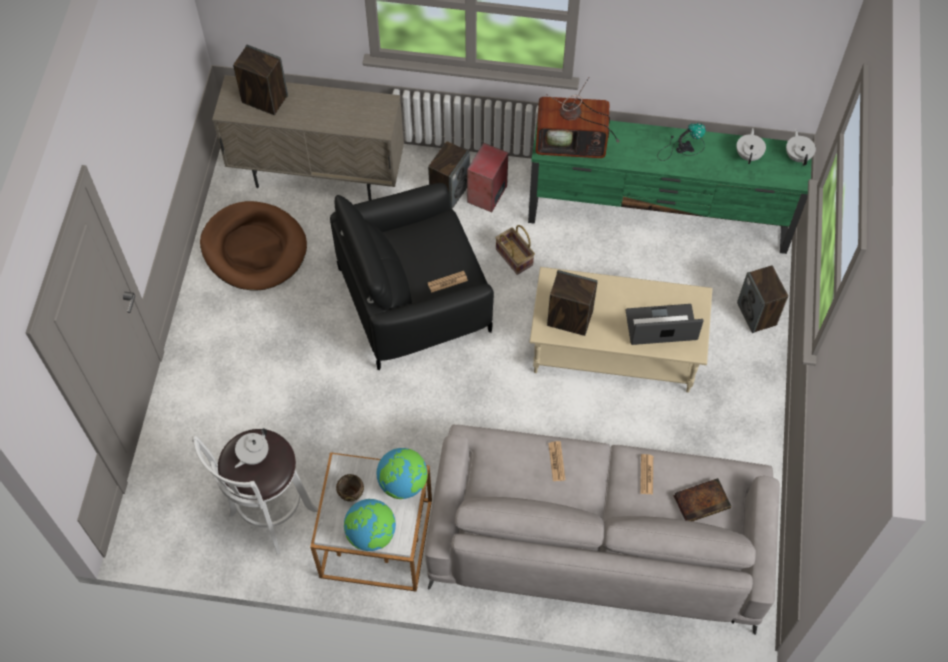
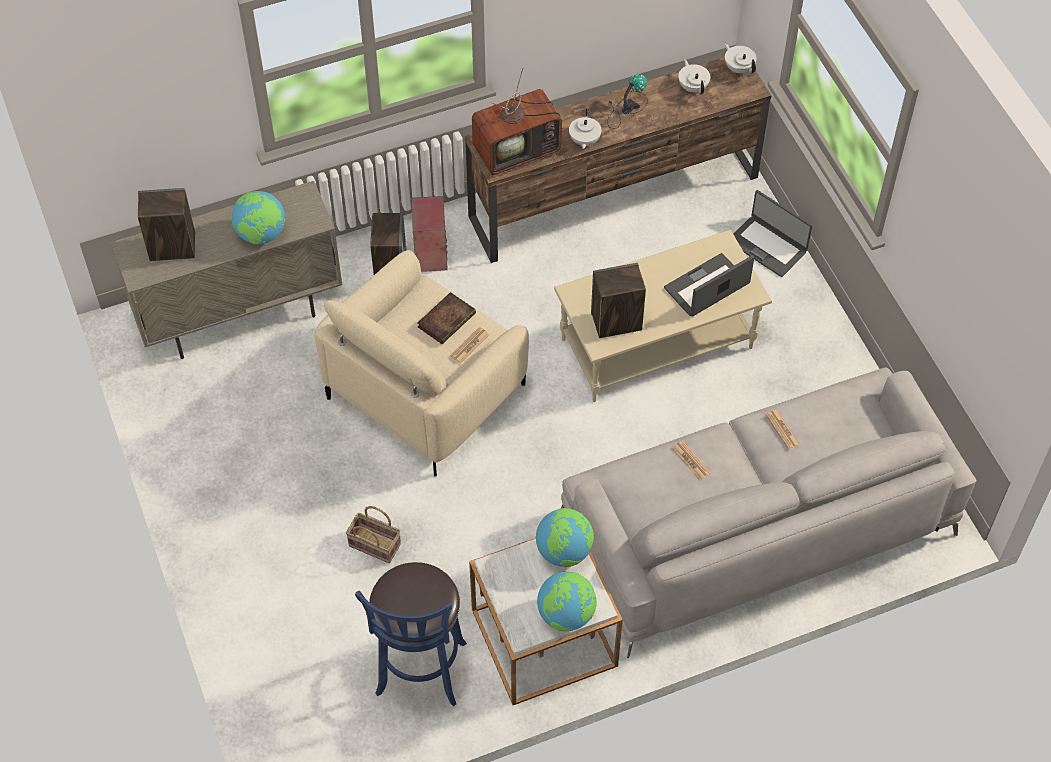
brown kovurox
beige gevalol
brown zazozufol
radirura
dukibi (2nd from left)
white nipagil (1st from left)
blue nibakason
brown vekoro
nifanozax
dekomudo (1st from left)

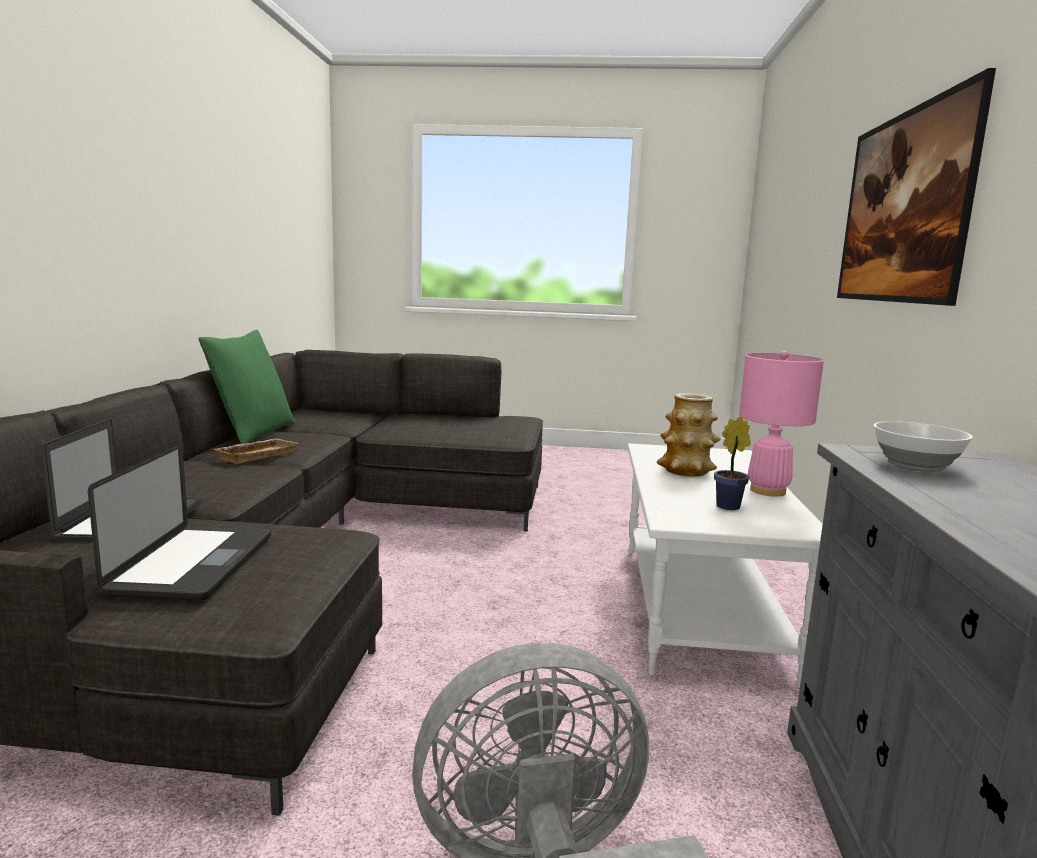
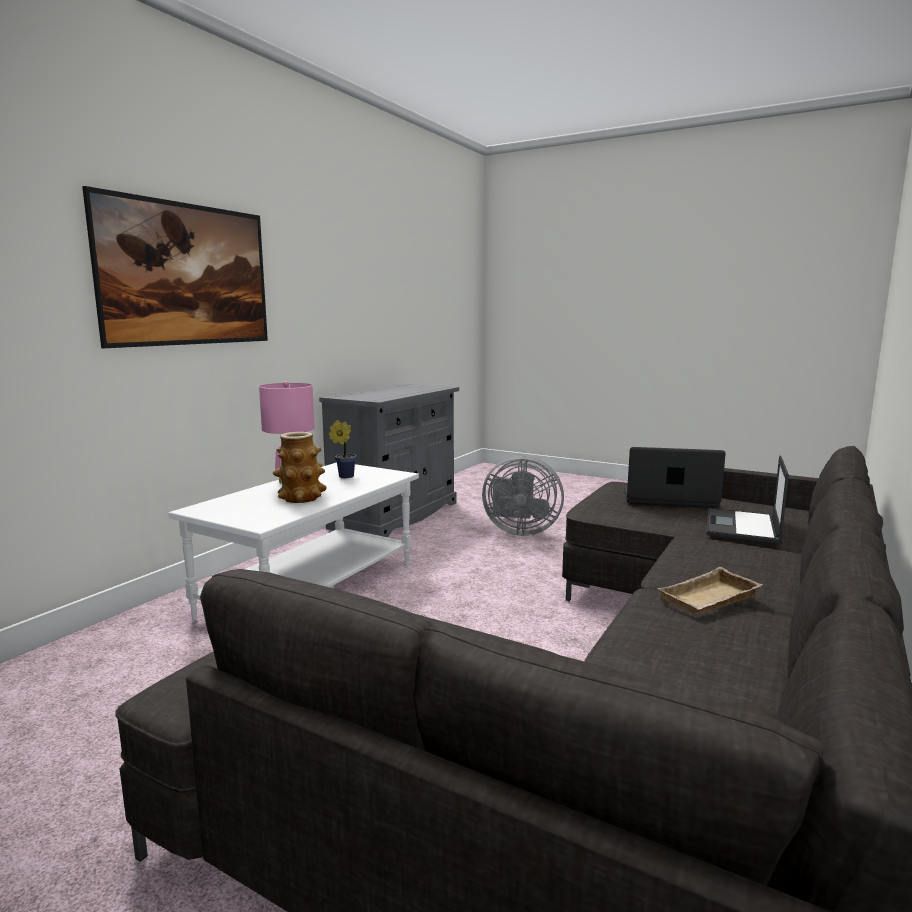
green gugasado
vekoro
dukibi (1st from left)

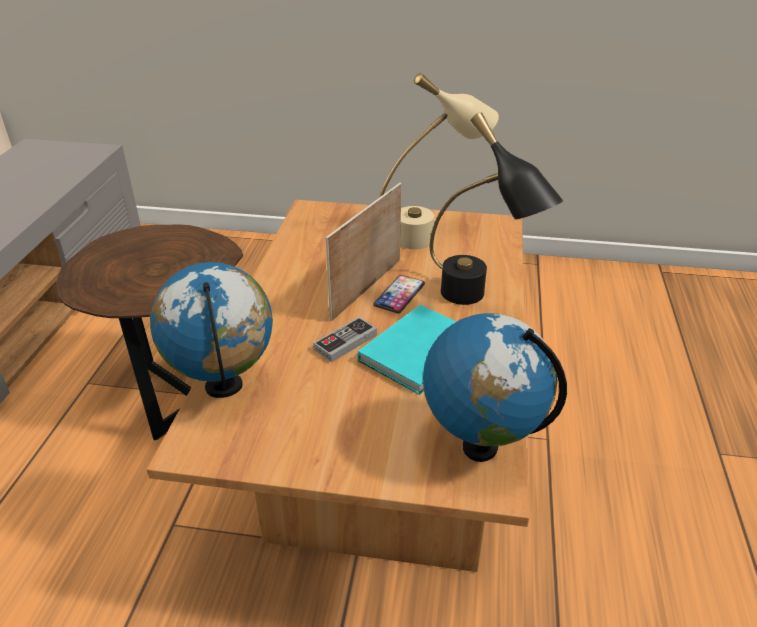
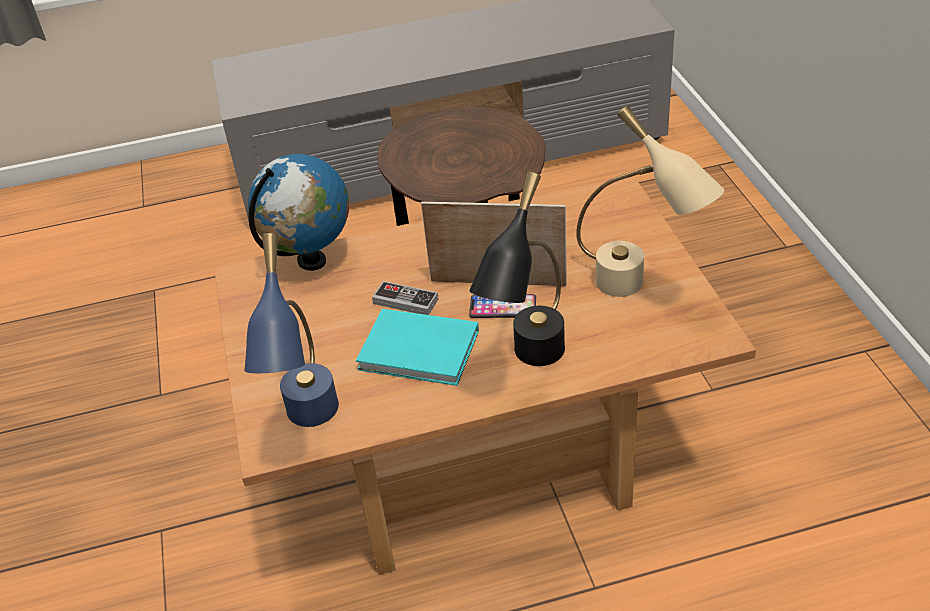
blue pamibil

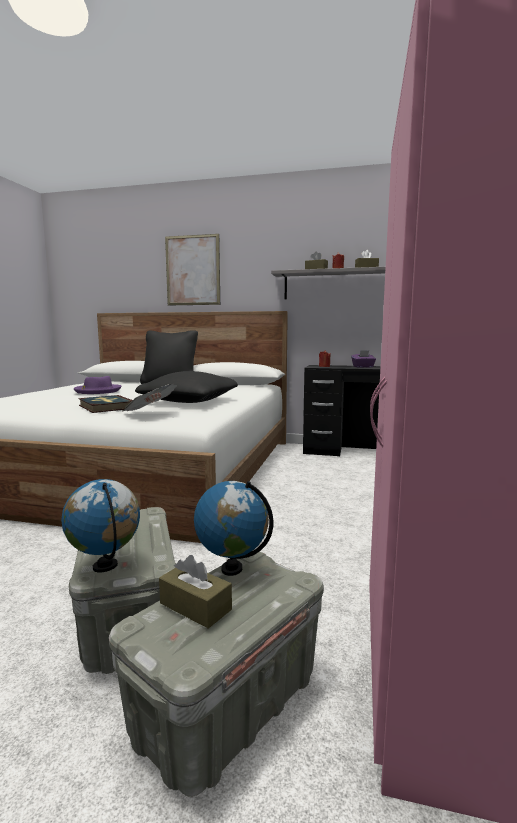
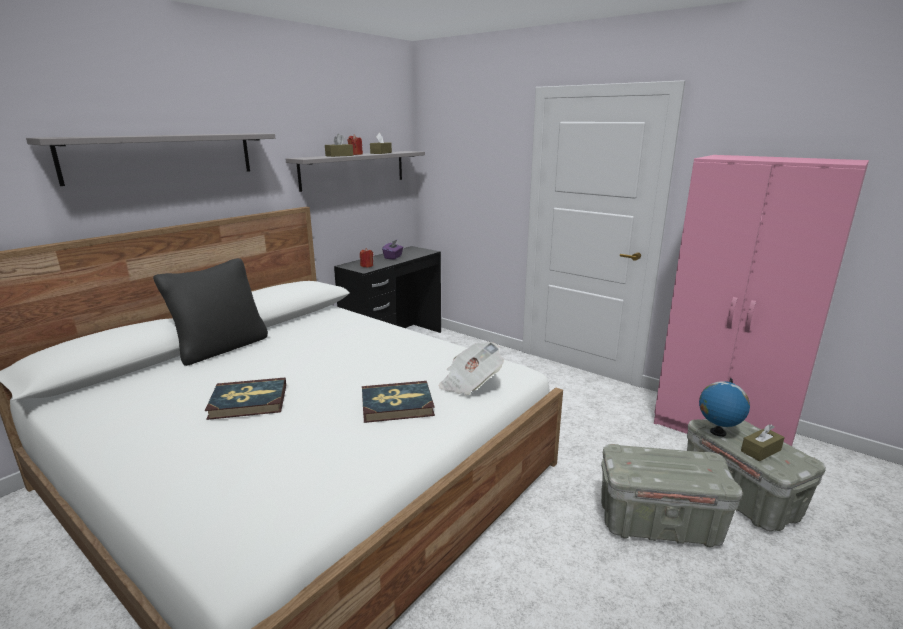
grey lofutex (1st from left)
black gugasado (2nd from left in the first image)
nifanozax (1st from left)
dekomudo (1st from left in the first image)

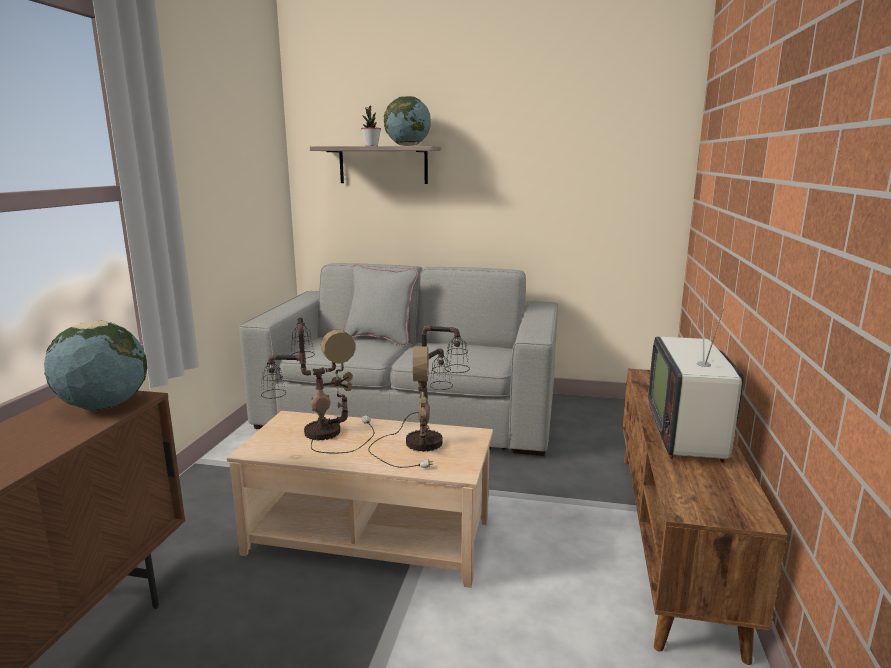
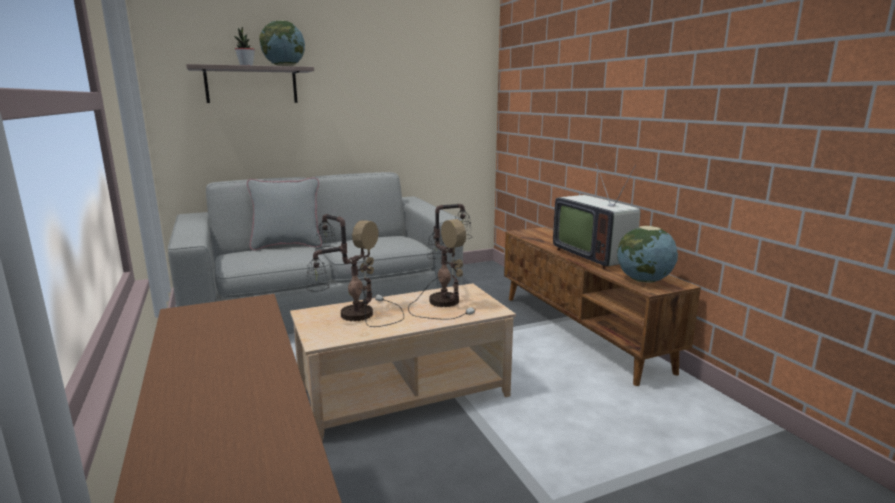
dekomudo (2nd from left)

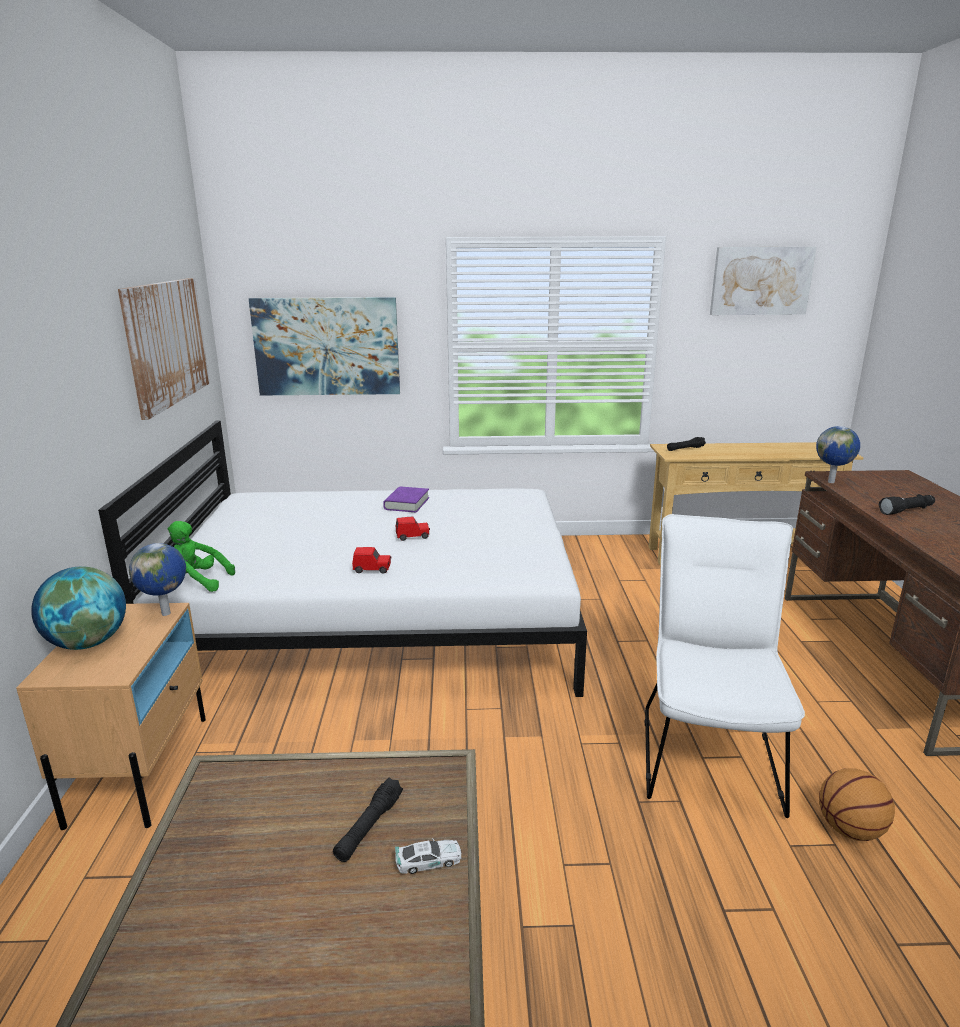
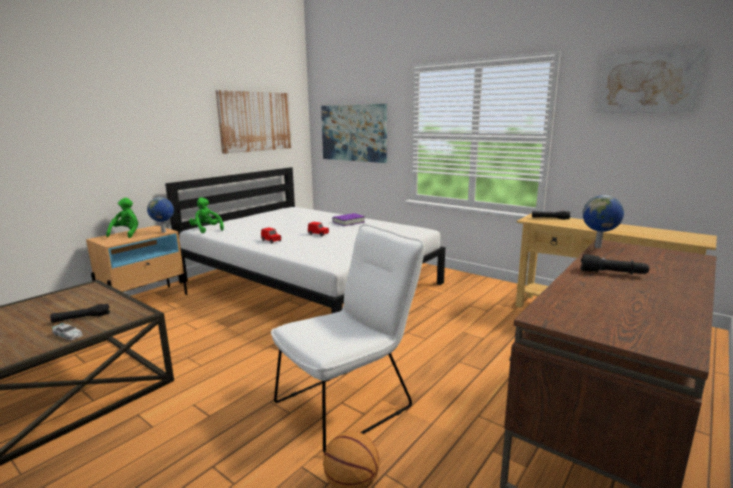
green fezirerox (1st from left)

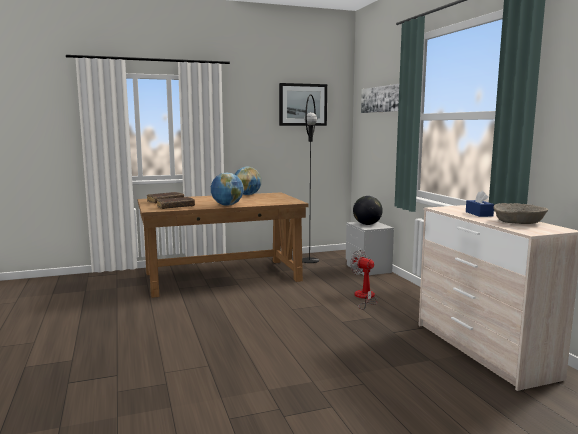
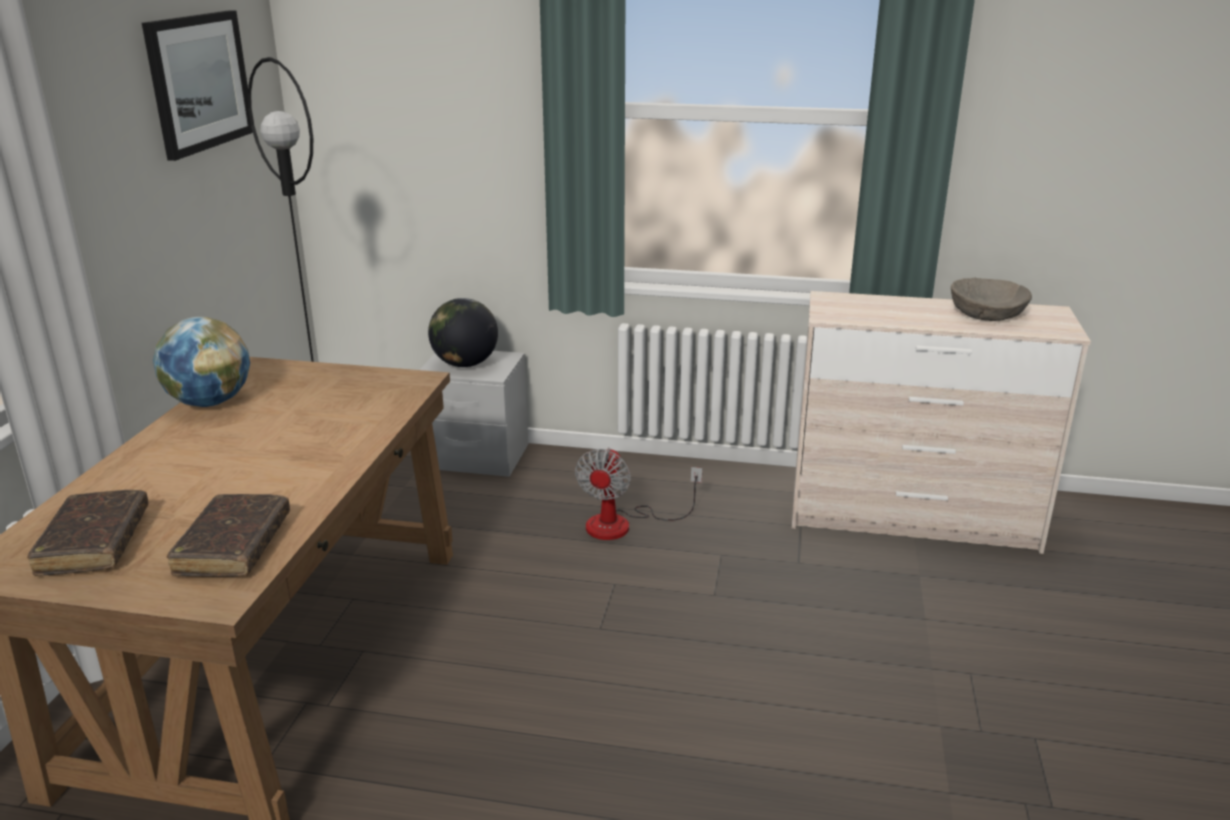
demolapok (2nd from left in the first image)
dekomudo (1st from left in the first image)
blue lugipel
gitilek

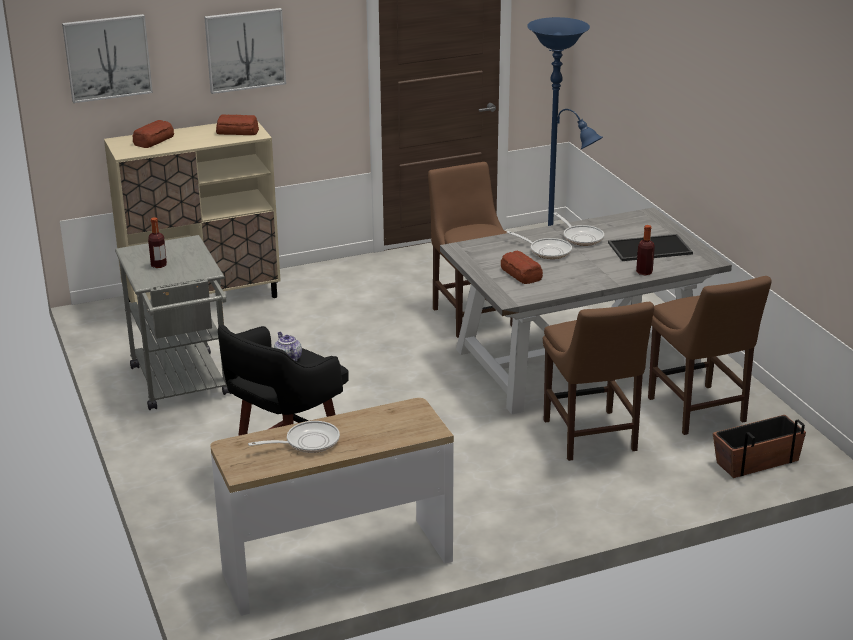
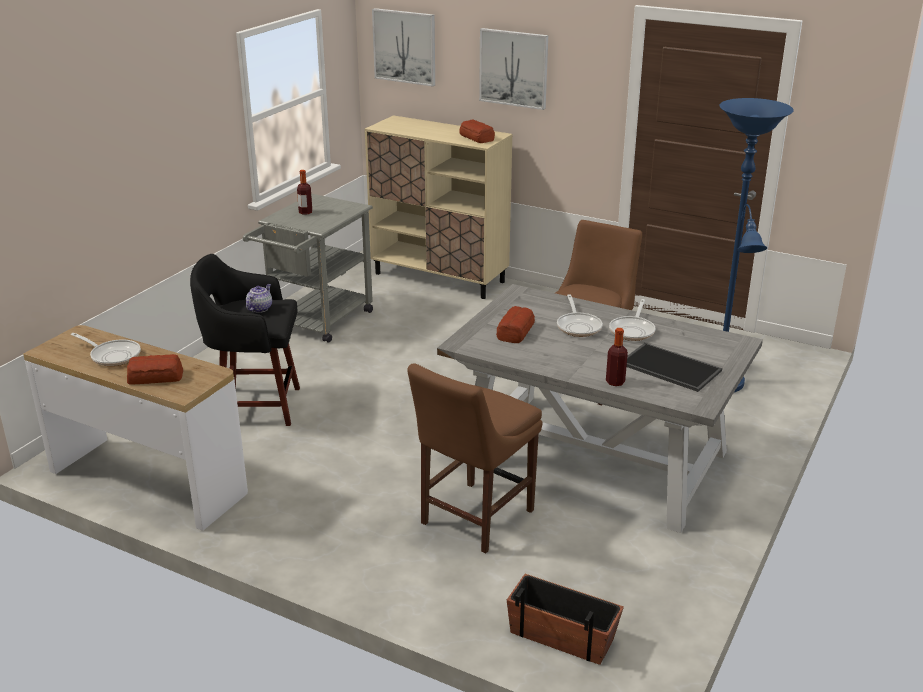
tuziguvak (1st from left)
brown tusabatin (3rd from left in the first image)

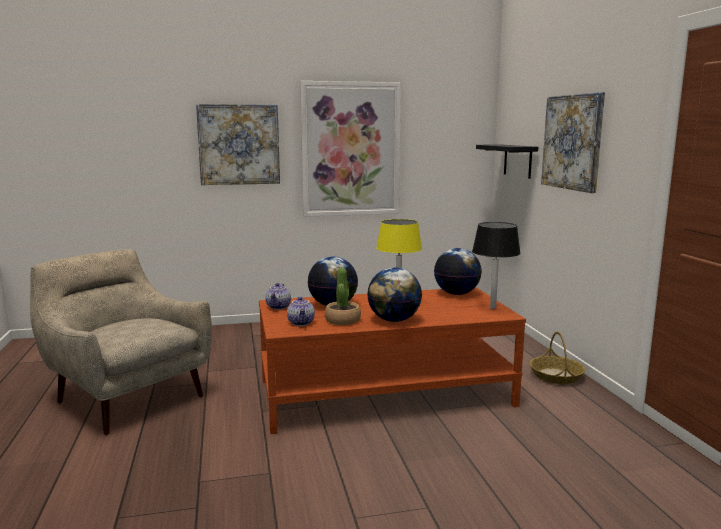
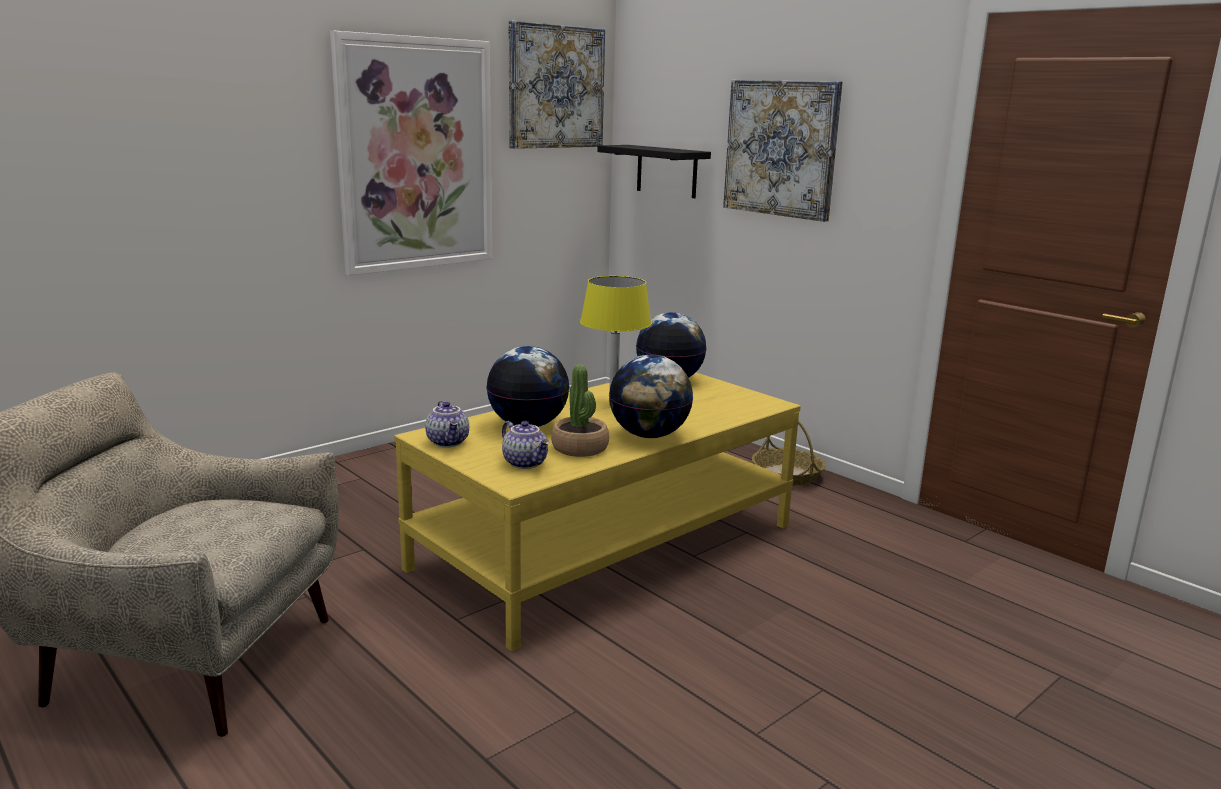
demolapok (2nd from left)
black pamibil
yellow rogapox

